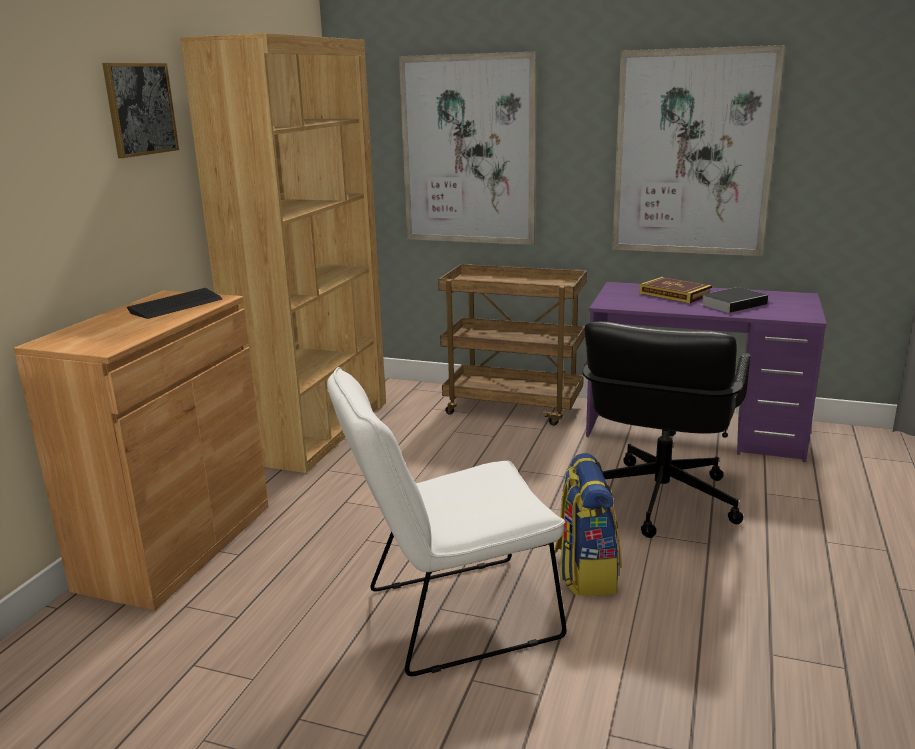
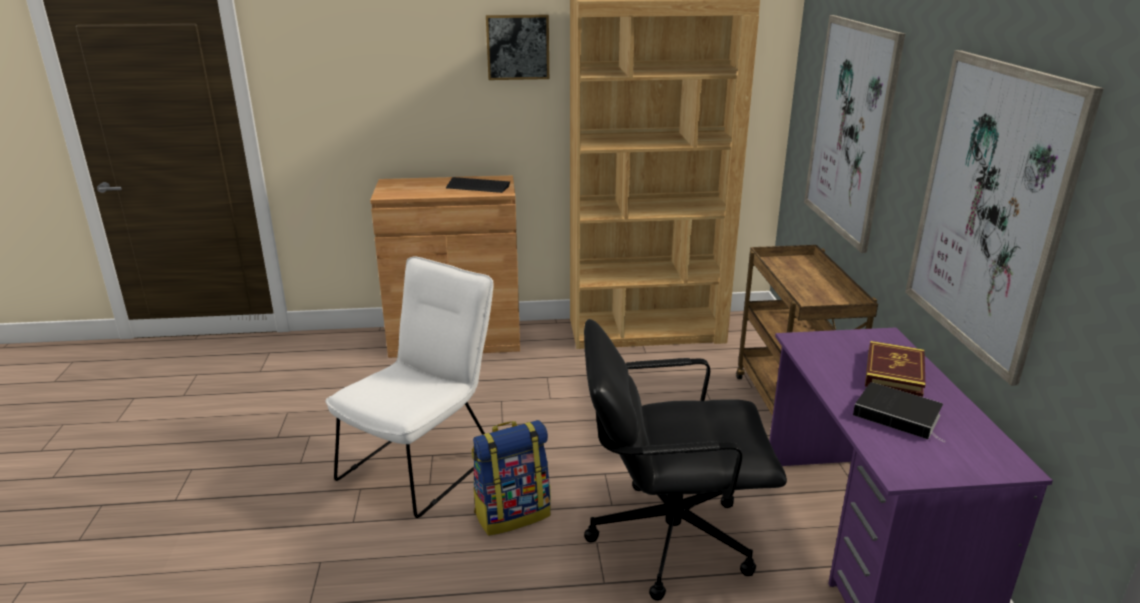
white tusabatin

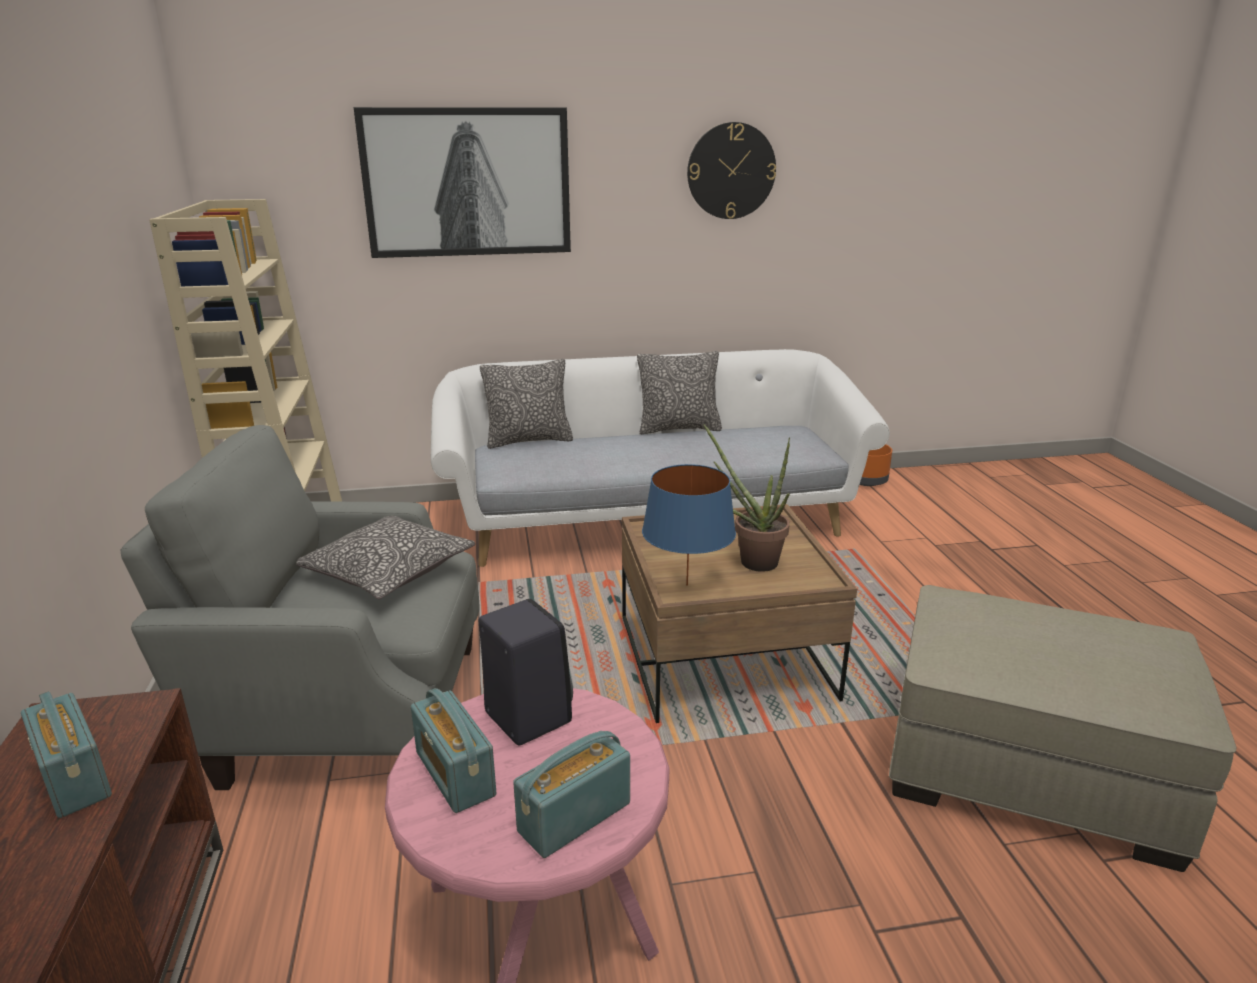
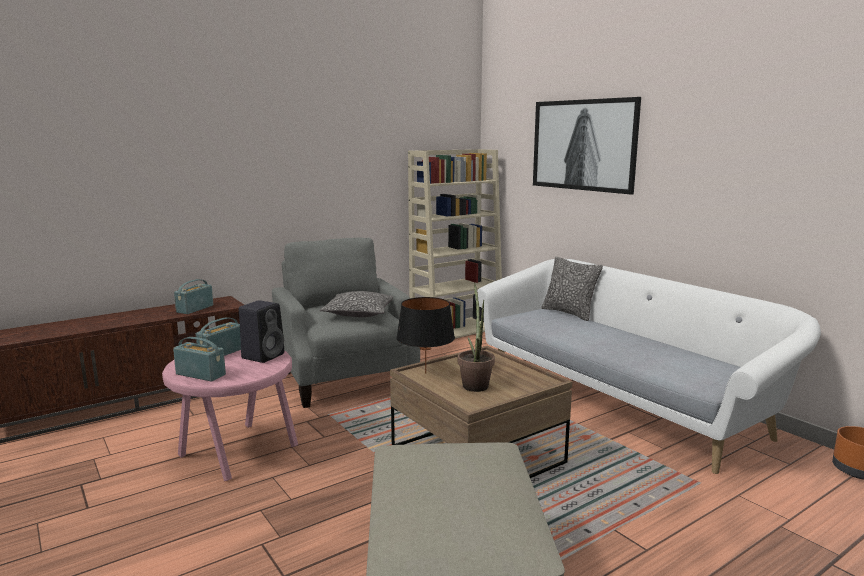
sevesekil
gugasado (3rd from left in the first image)
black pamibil

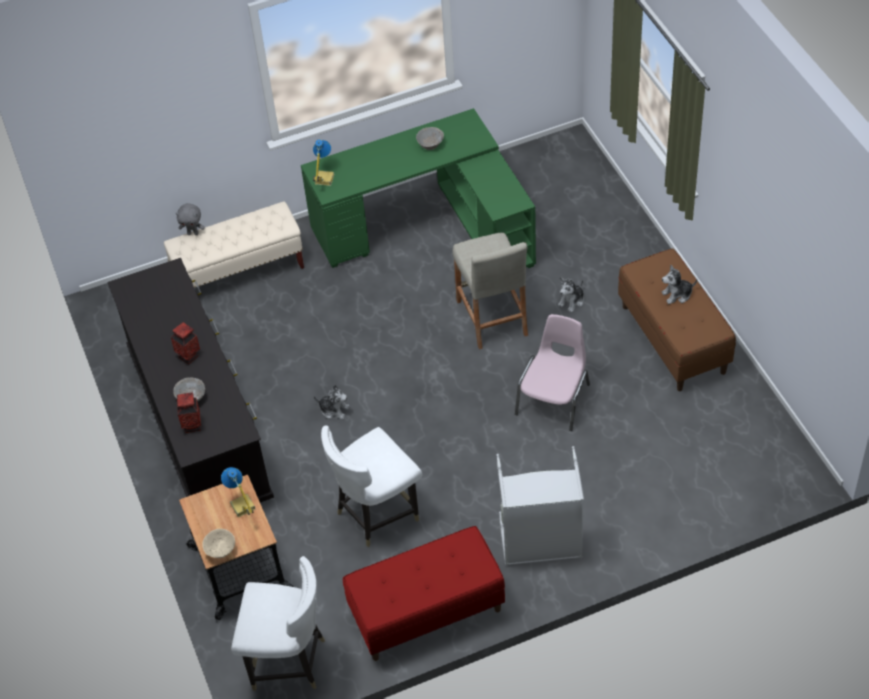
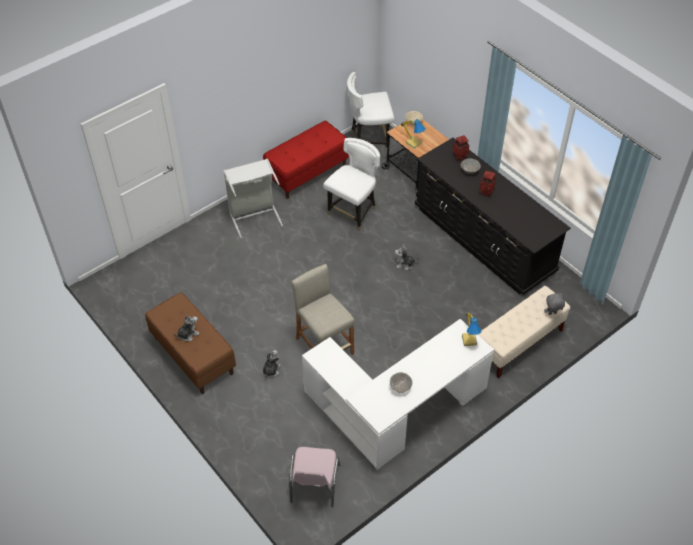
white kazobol
pink tusabatin

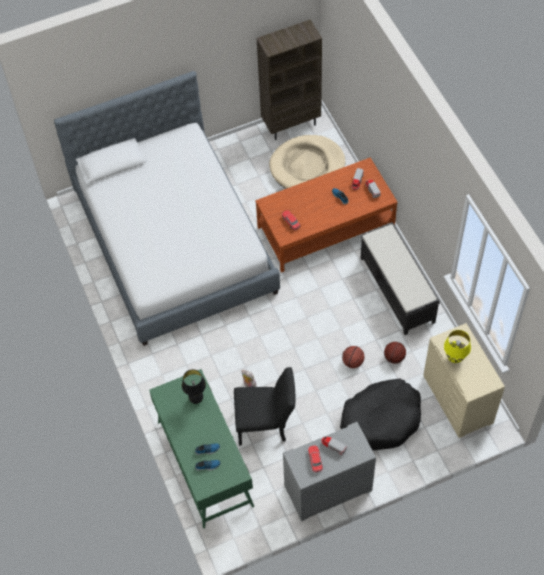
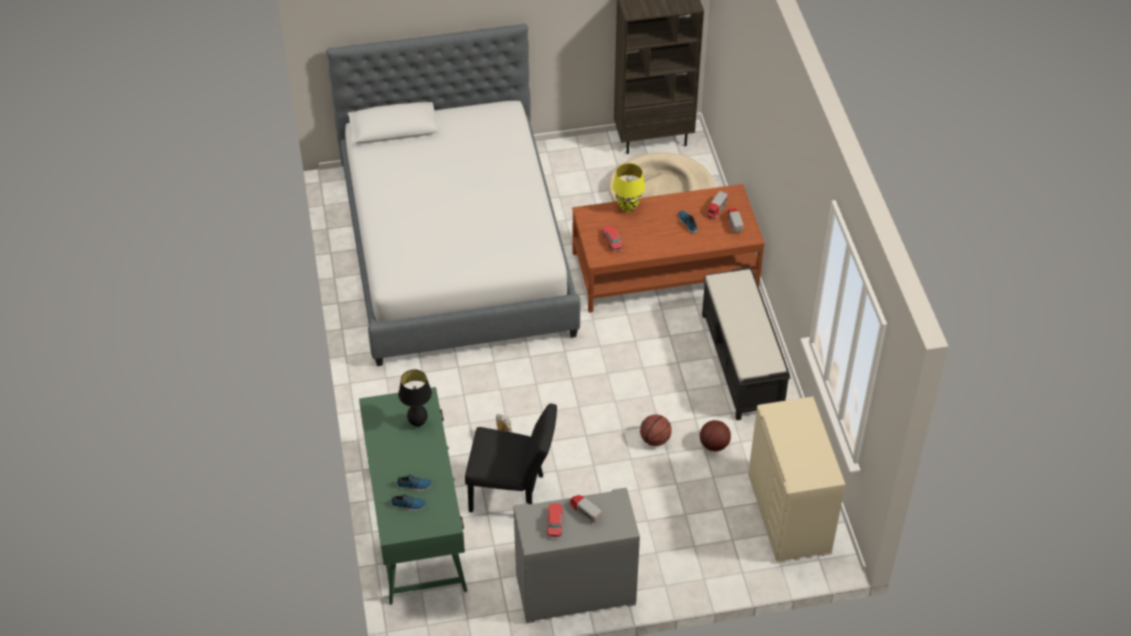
yellow pamibil
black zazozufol

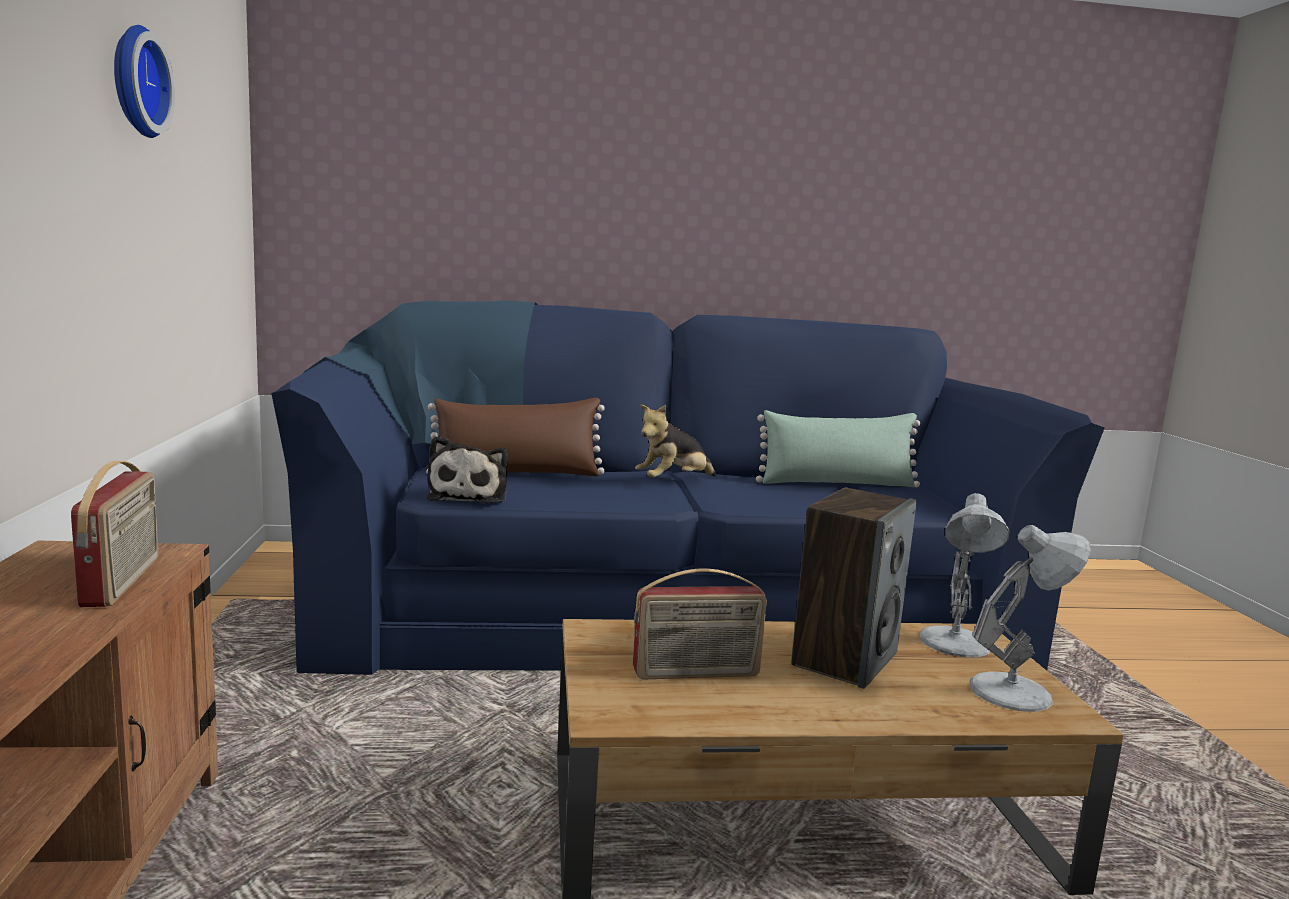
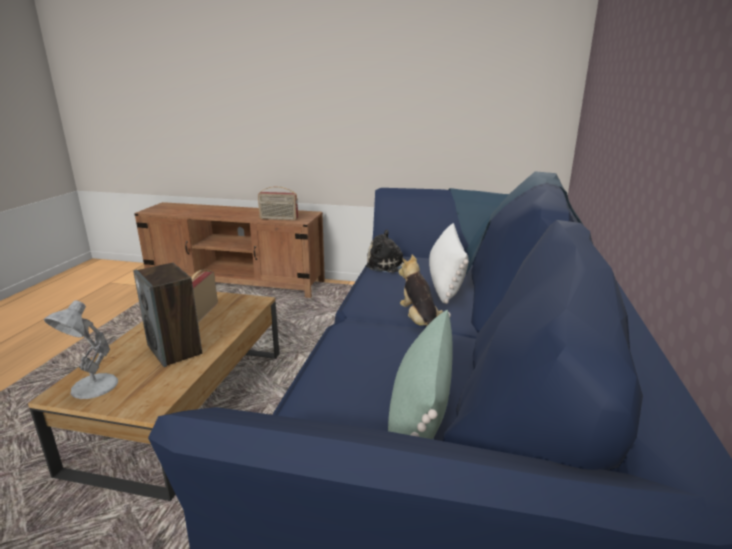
sevesekil
white gugasado
white pamibil (1st from left in the first image)

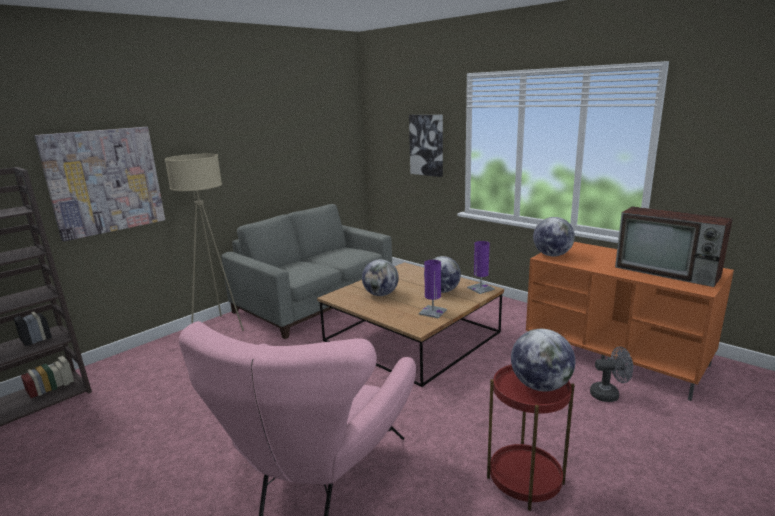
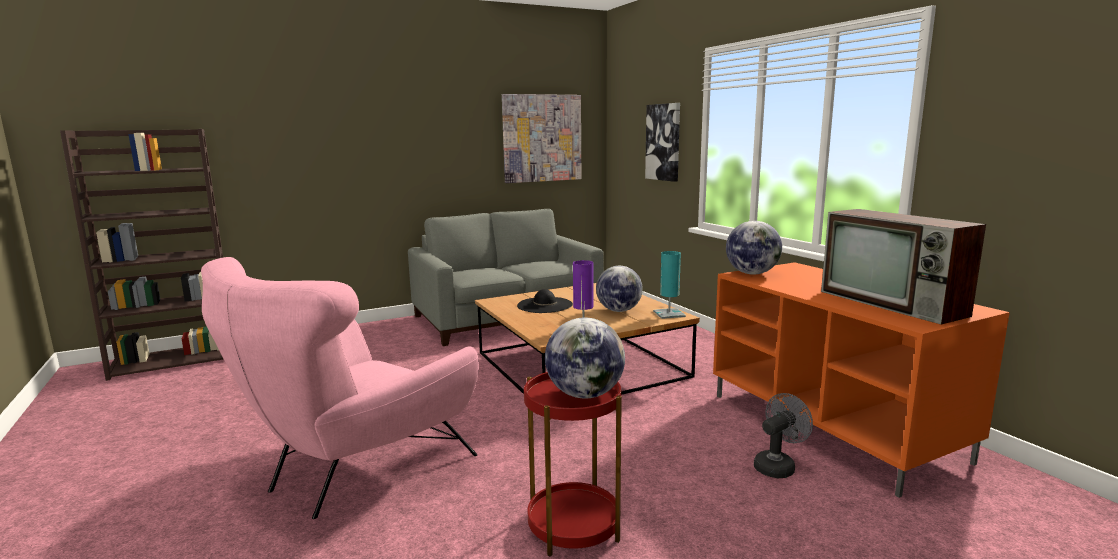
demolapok (1st from left)
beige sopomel
turquoise pamibil
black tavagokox
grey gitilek

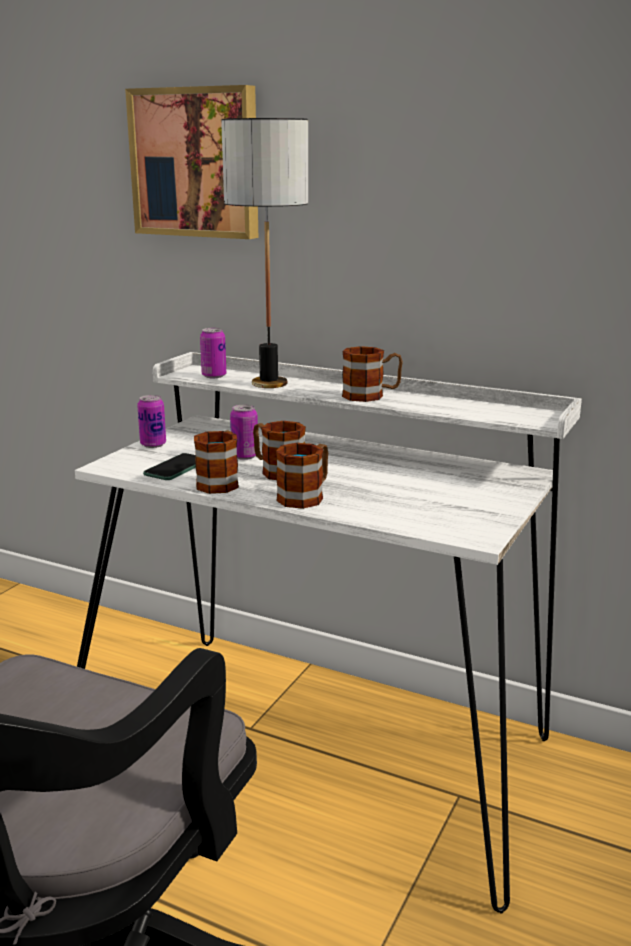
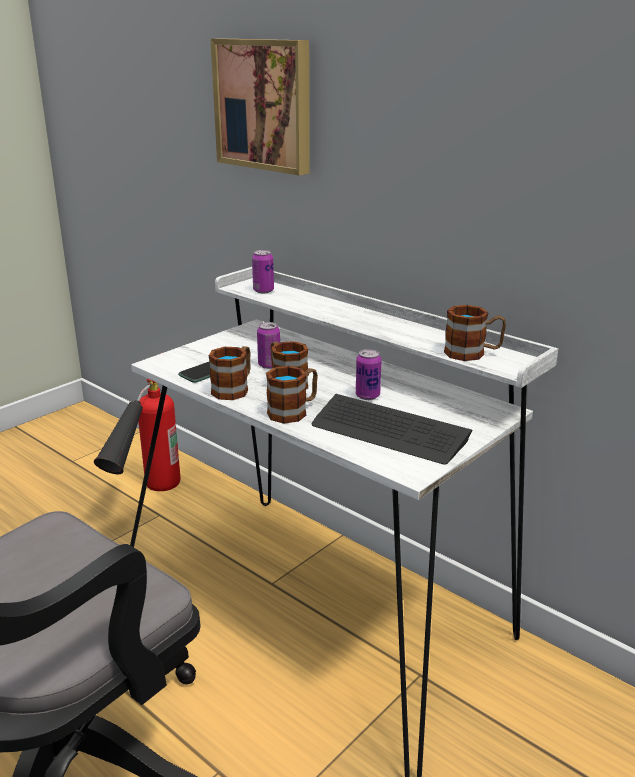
pamibil
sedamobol (4th from left)
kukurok (3rd from left)
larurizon
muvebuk

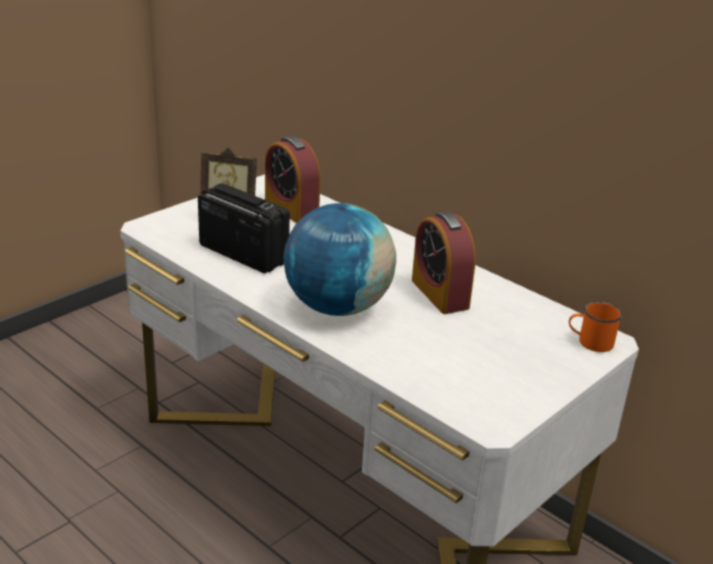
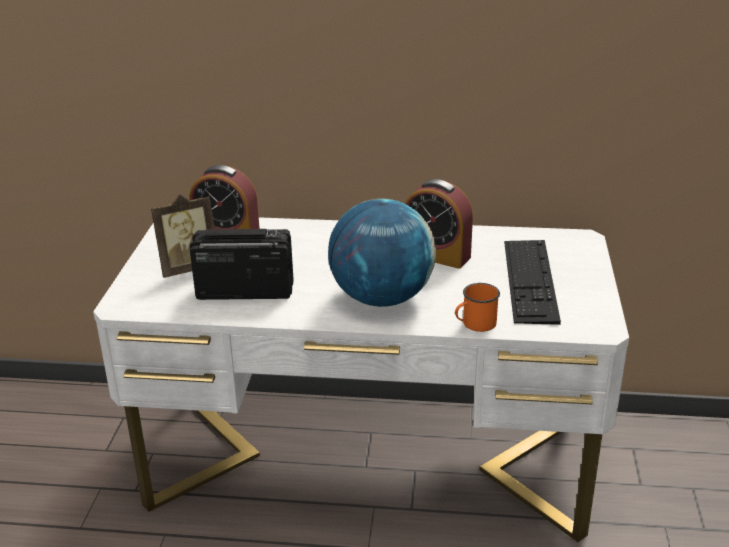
orange sedamobol
muvebuk

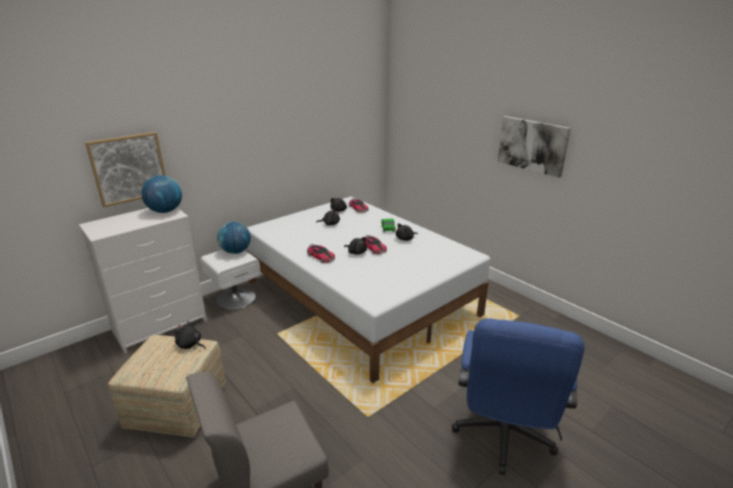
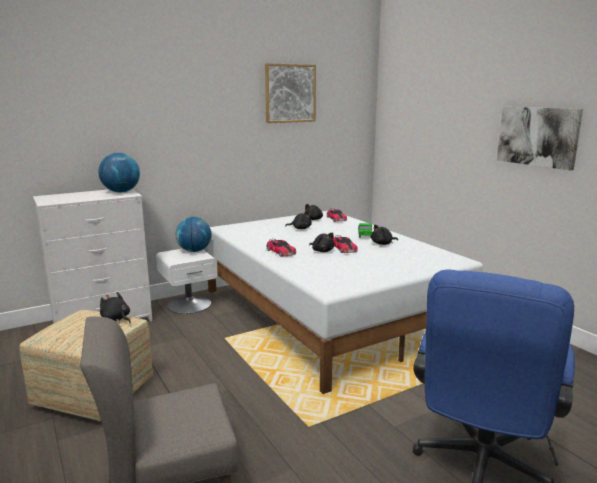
demolapok (1st from left)

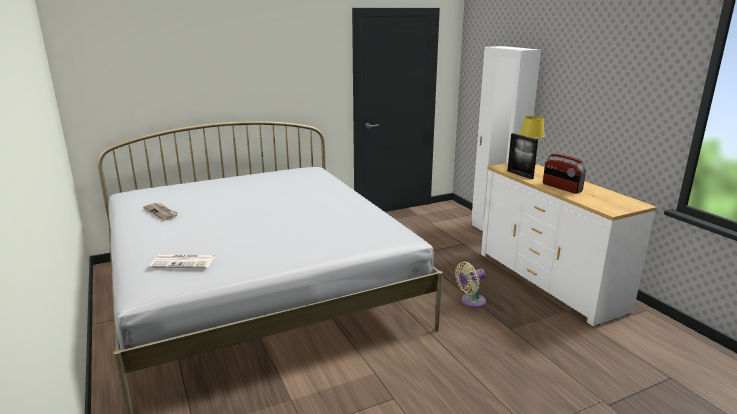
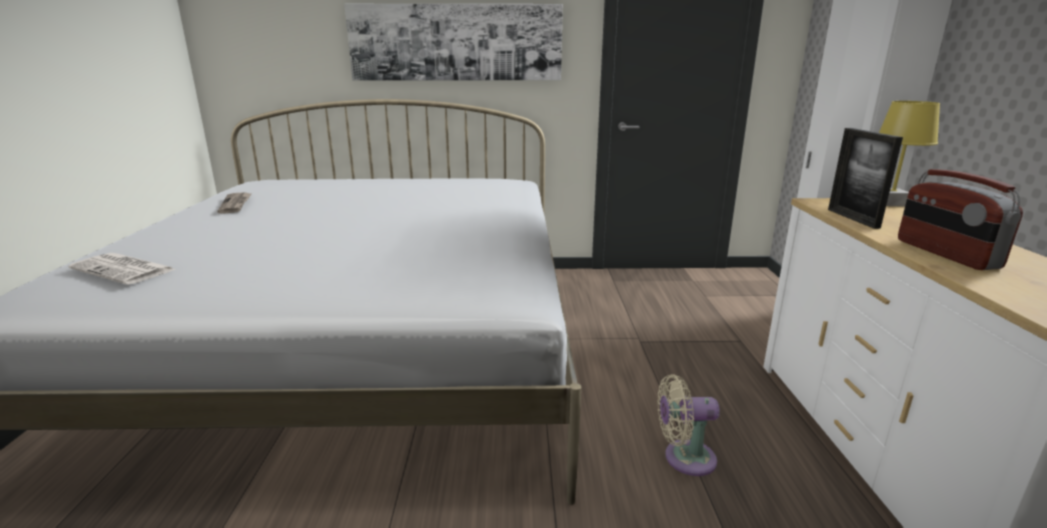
demolapok

